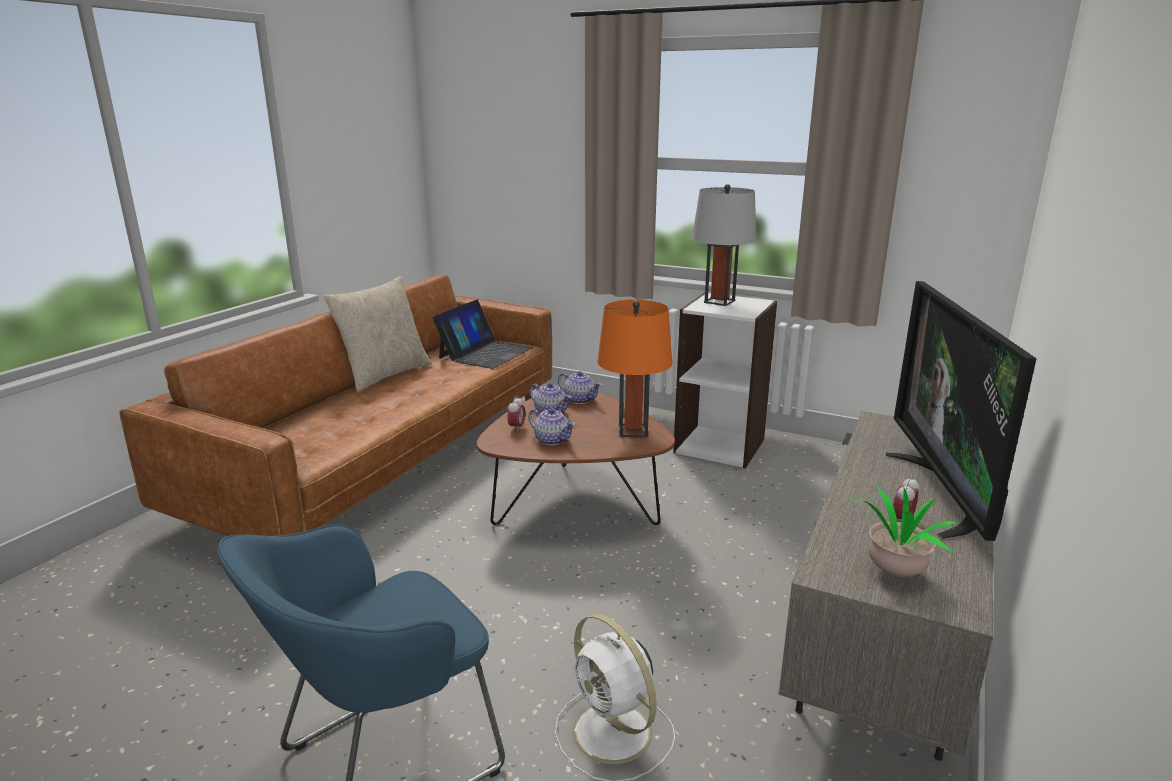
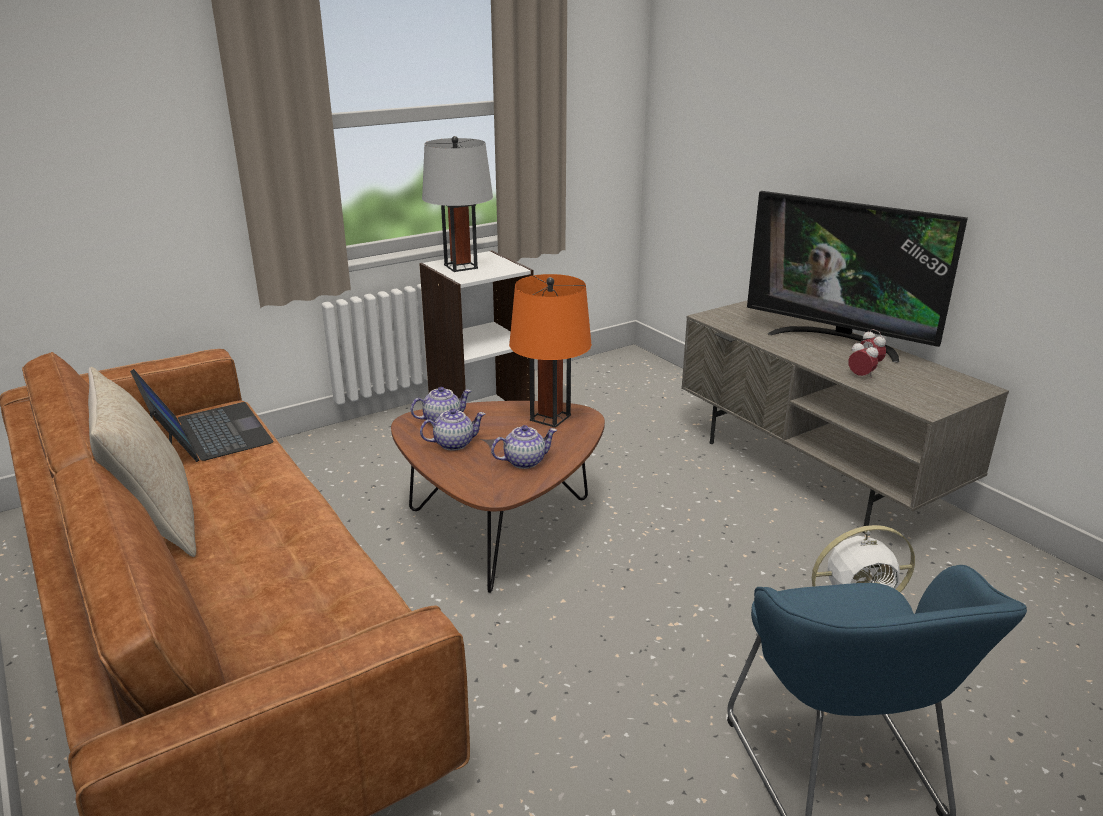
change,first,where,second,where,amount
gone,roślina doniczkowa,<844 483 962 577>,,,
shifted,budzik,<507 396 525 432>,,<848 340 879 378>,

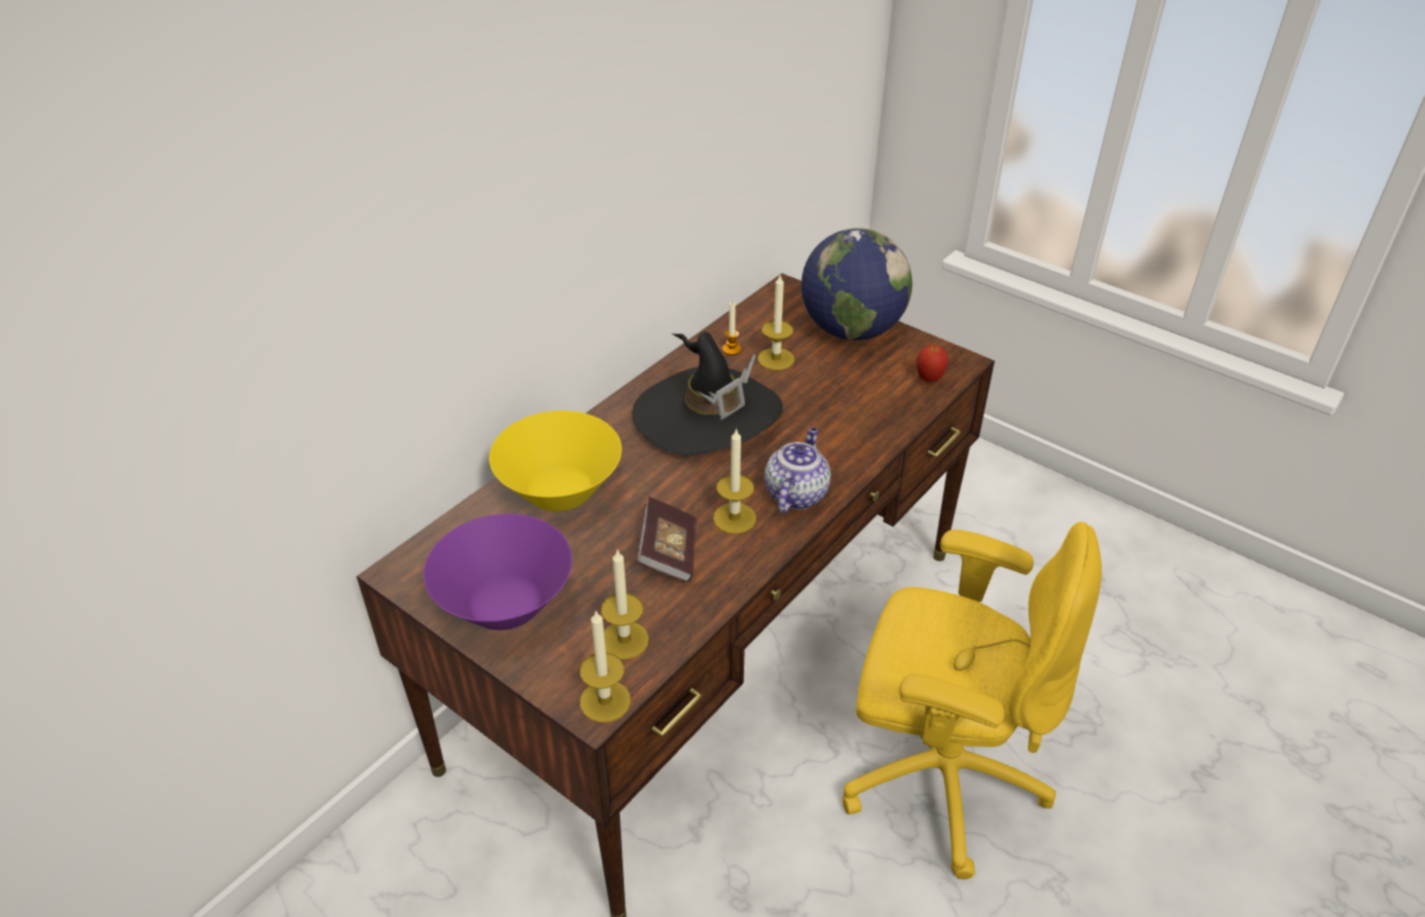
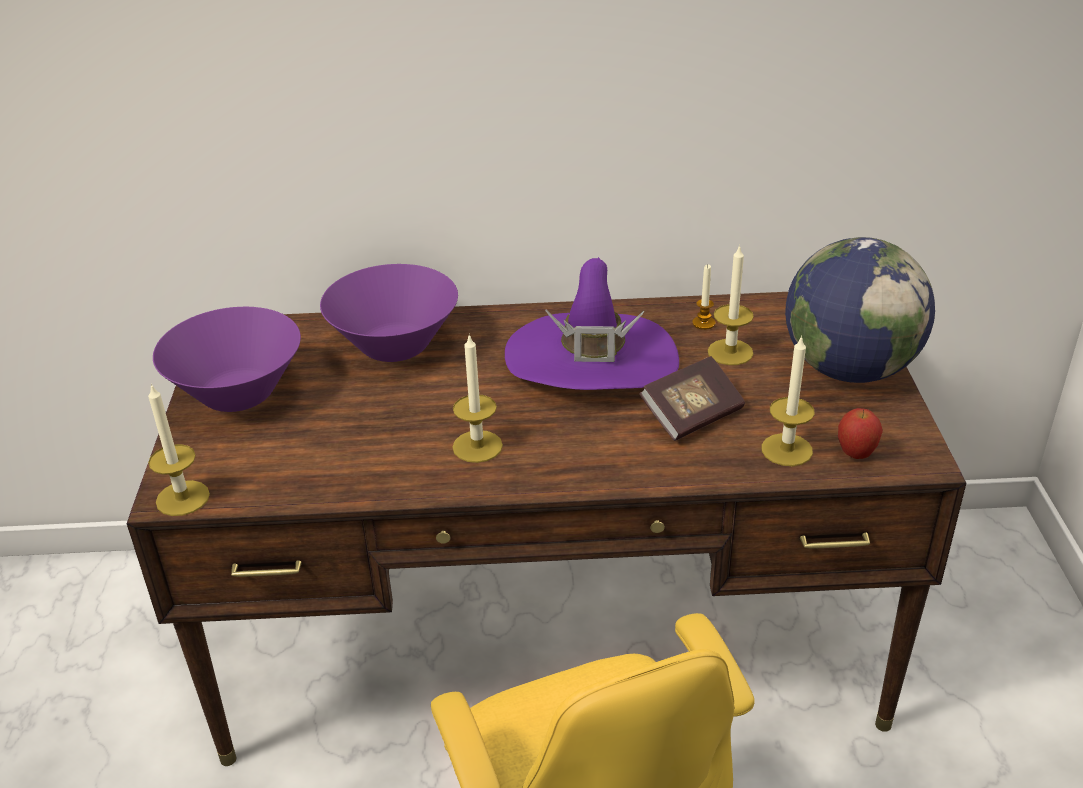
change,first,where,second,where,amount
gone,imbryk,<765 427 831 514>,,,
shifted,świeca,<601 549 649 660>,,<762 335 814 466>,
shifted,książka,<637 497 697 582>,,<639 356 745 441>,
repainted,miska [żółty],<489 410 622 511>,miska [fioletowy],<320 264 458 362>,
repainted,kapelusz [czarny],<633 332 783 456>,kapelusz [fioletowy],<505 257 679 390>,

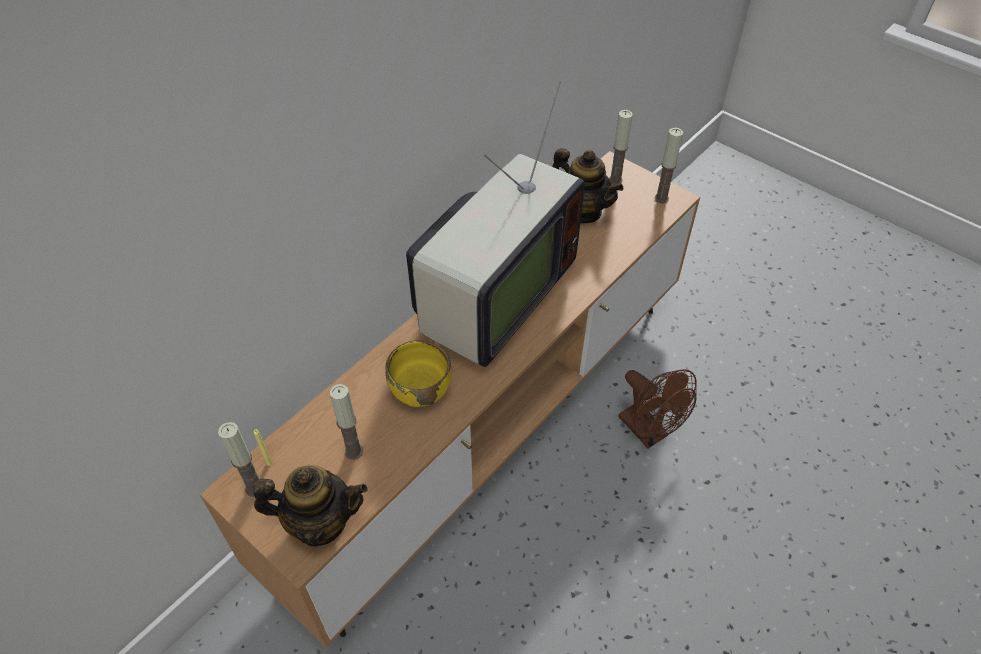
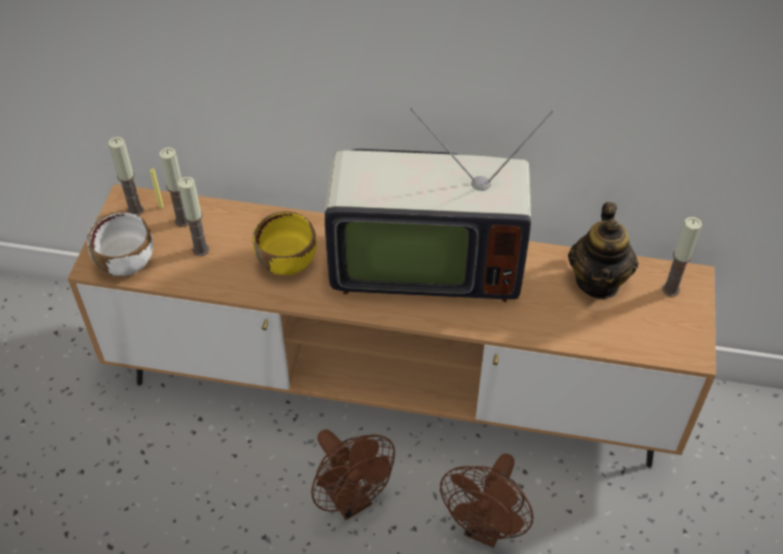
change,first,where,second,where,amount
new,,,wentylator [brązowy],<311 430 395 520>,
shifted,świeca,<655 128 683 203>,,<159 148 189 227>,
swapped,imbryk,<253 465 368 546>,miska [biały],<87 212 153 276>,

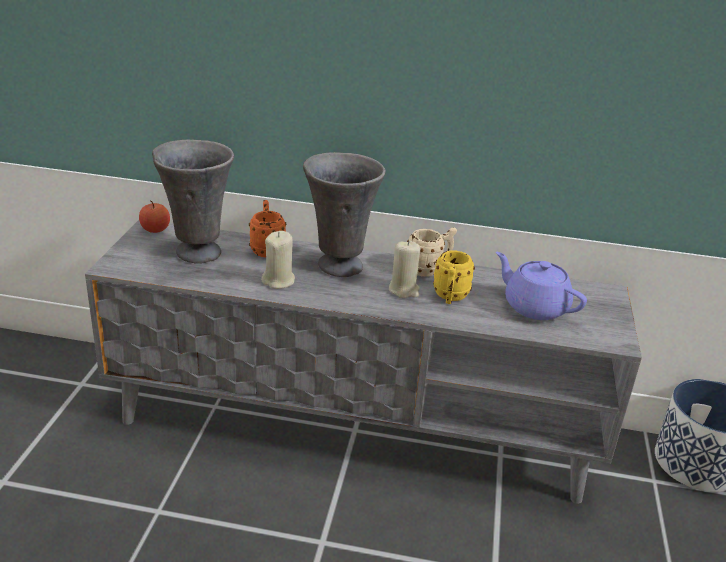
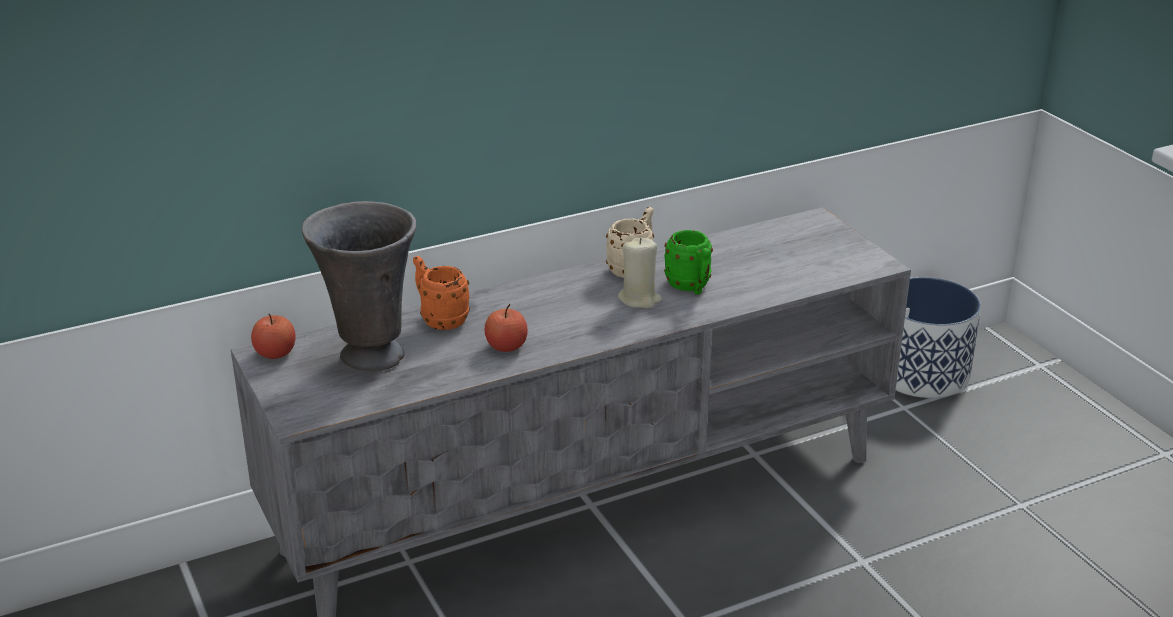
change,first,where,second,where,amount
gone,wazon [szary],<303 152 386 277>,,,
gone,imbryk [fioletowy],<496 252 587 320>,,,
swapped,świeca [beżowy],<261 231 295 289>,jabłko,<485 304 528 352>,
repainted,kubek [żółty],<433 250 475 304>,kubek [zielony],<664 230 713 295>,

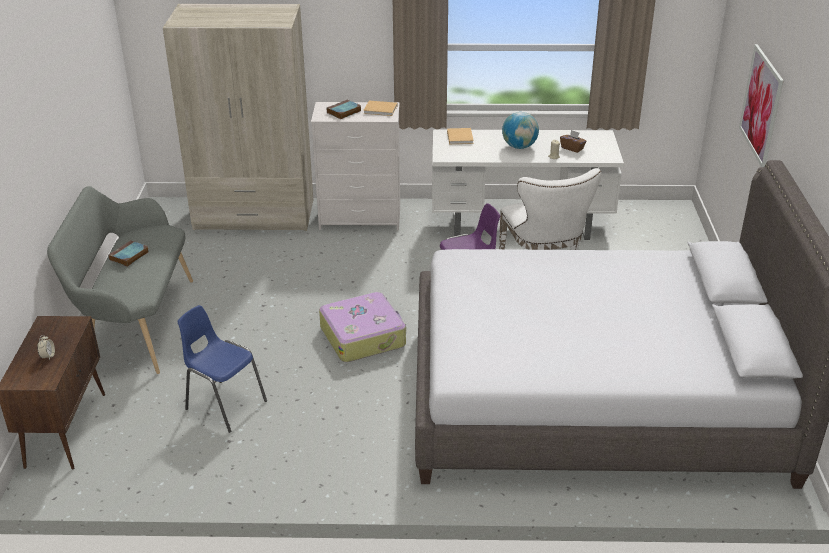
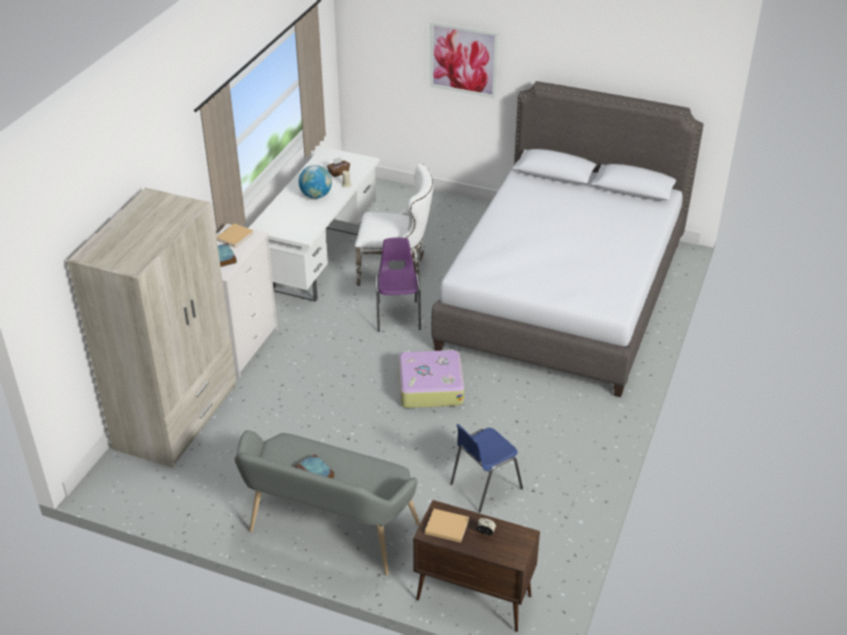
change,first,where,second,where,amount
shifted,książka [beżowy],<447 128 474 144>,,<425 509 469 543>,

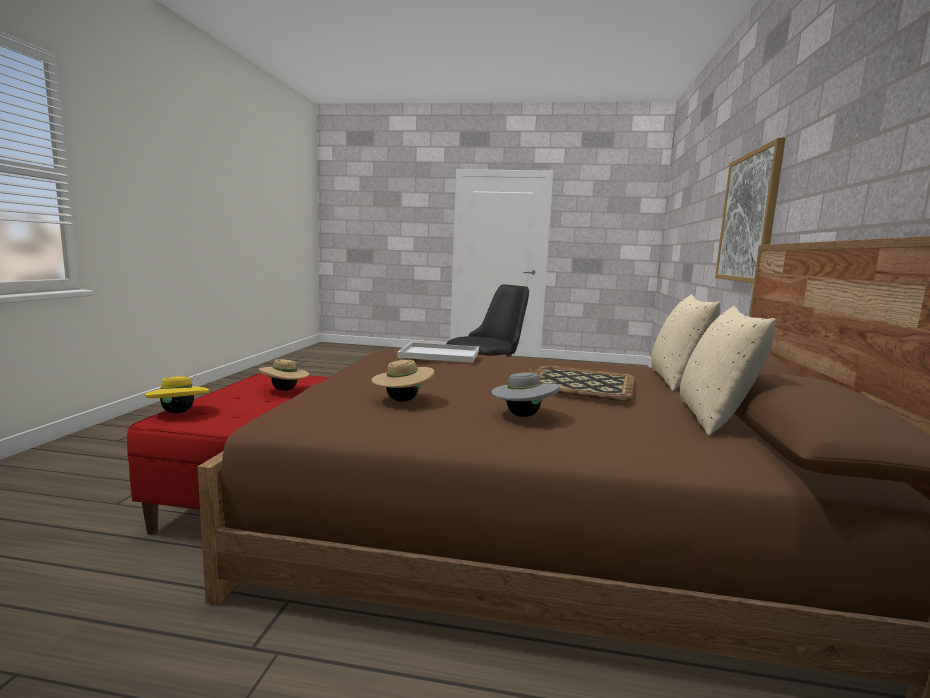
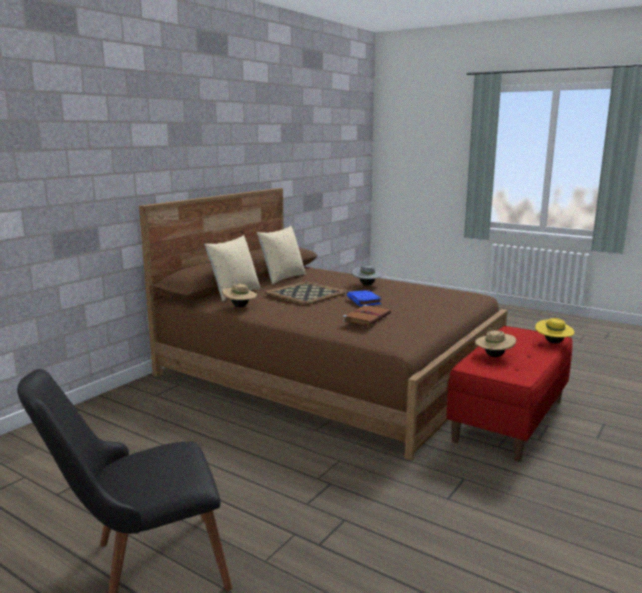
change,first,where,second,where,amount
gone,obraz,<715 138 786 283>,,,
new,,,książka [niebieski],<347 290 382 306>,
shifted,kapelusz [beżowy],<371 357 434 402>,,<222 284 257 307>,
swapped,taca [biały],<397 342 479 363>,książka [brązowy],<343 305 391 326>,

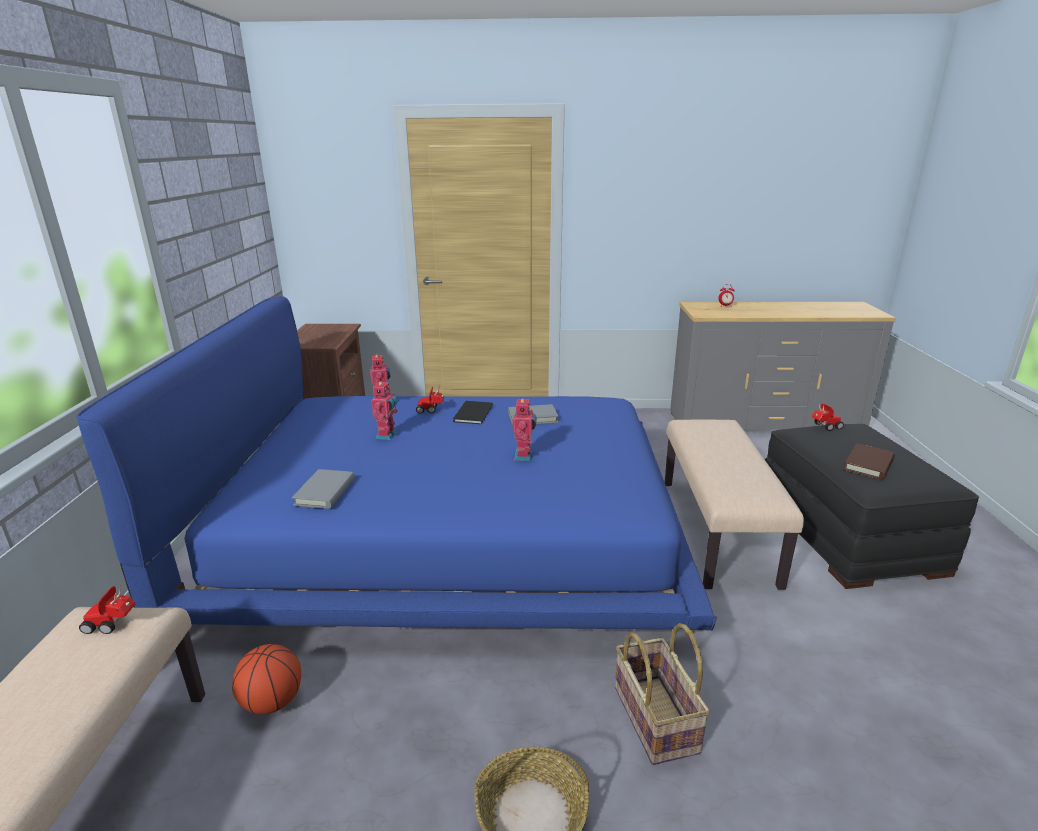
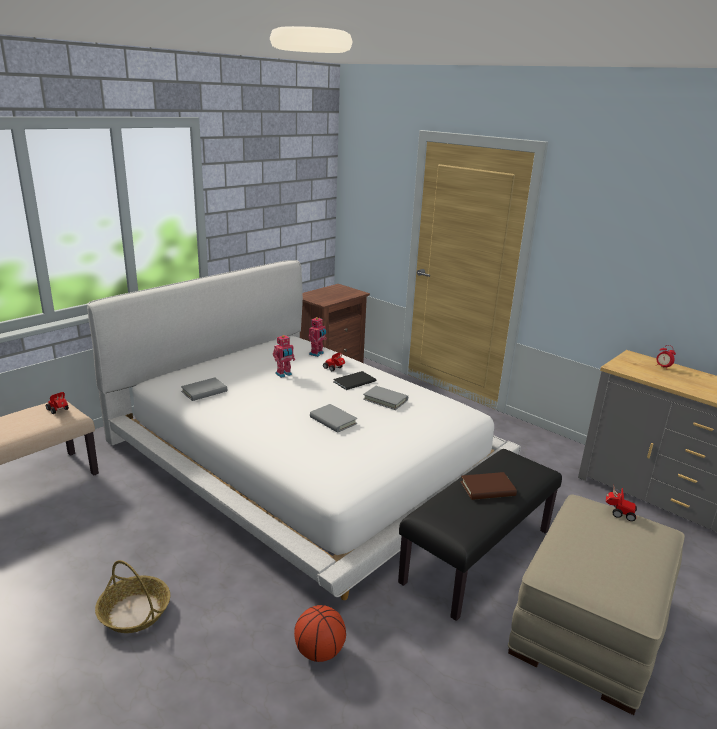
change,first,where,second,where,amount
gone,koszyk,<615 623 710 765>,,,
shifted,piłka do koszykówki,<232 644 301 714>,,<294 605 346 662>,
shifted,książka [brązowy],<843 443 895 480>,,<461 472 517 500>,
swapped,robot zabawkowy,<513 397 537 461>,książka [szary],<310 404 358 433>,
repainted,łóżko [niebieski],<76 296 716 636>,łóżko [biały],<87 260 521 600>,
repainted,ławka [beżowy],<665 420 804 590>,ławka [czarny],<398 449 562 621>,
repainted,pufa [czarny],<765 424 979 589>,pufa [beżowy],<508 495 685 715>,

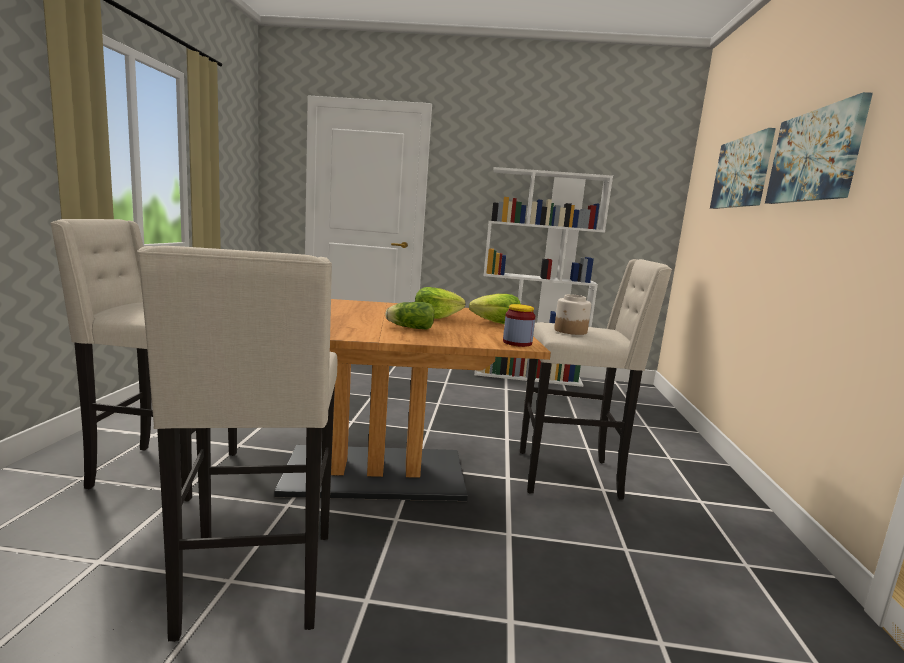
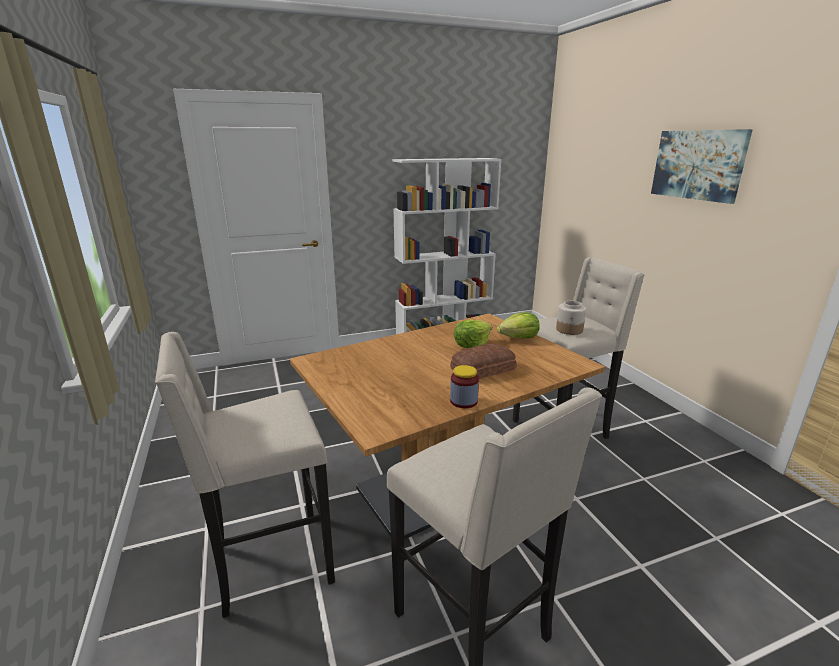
change,first,where,second,where,amount
gone,obraz,<710 128 776 209>,,,
shifted,słoik,<503 304 535 347>,,<450 365 479 408>,
swapped,sałata,<385 302 435 330>,chleb,<450 344 517 379>,

